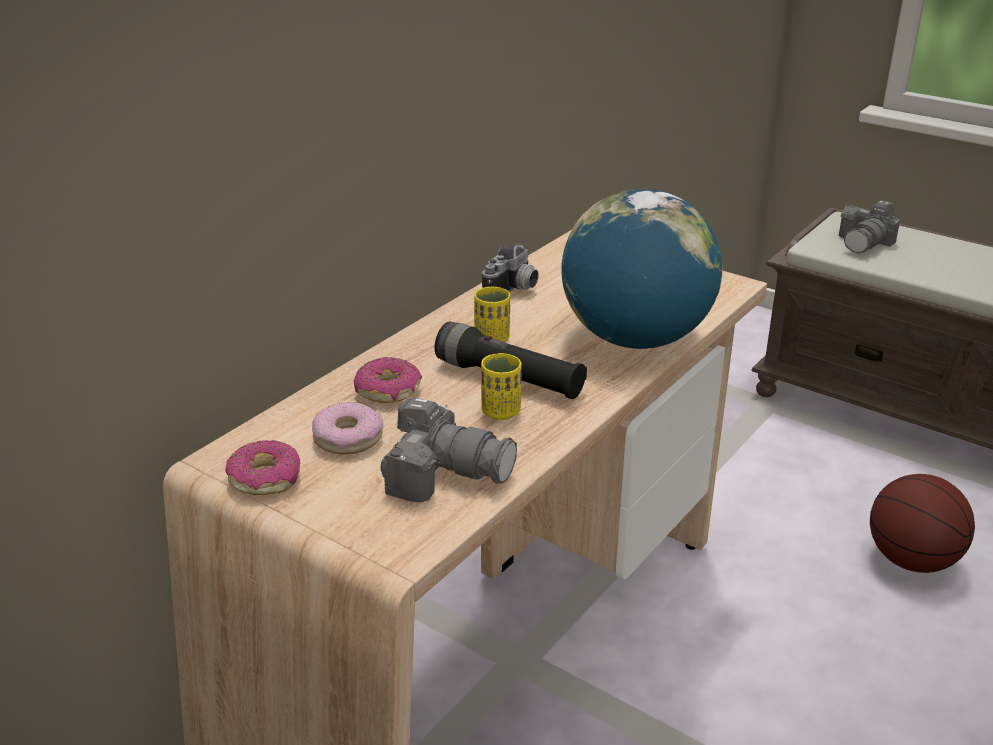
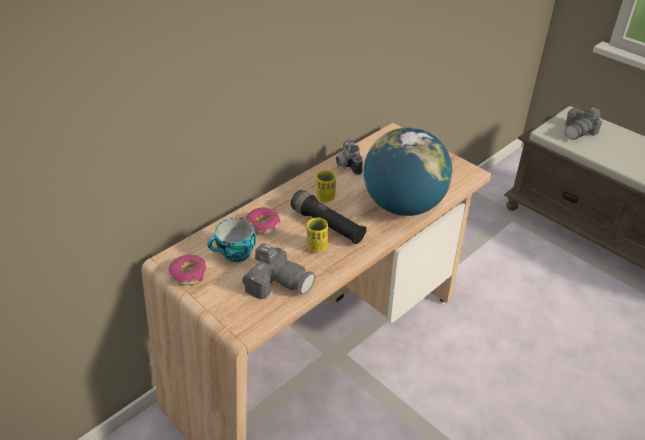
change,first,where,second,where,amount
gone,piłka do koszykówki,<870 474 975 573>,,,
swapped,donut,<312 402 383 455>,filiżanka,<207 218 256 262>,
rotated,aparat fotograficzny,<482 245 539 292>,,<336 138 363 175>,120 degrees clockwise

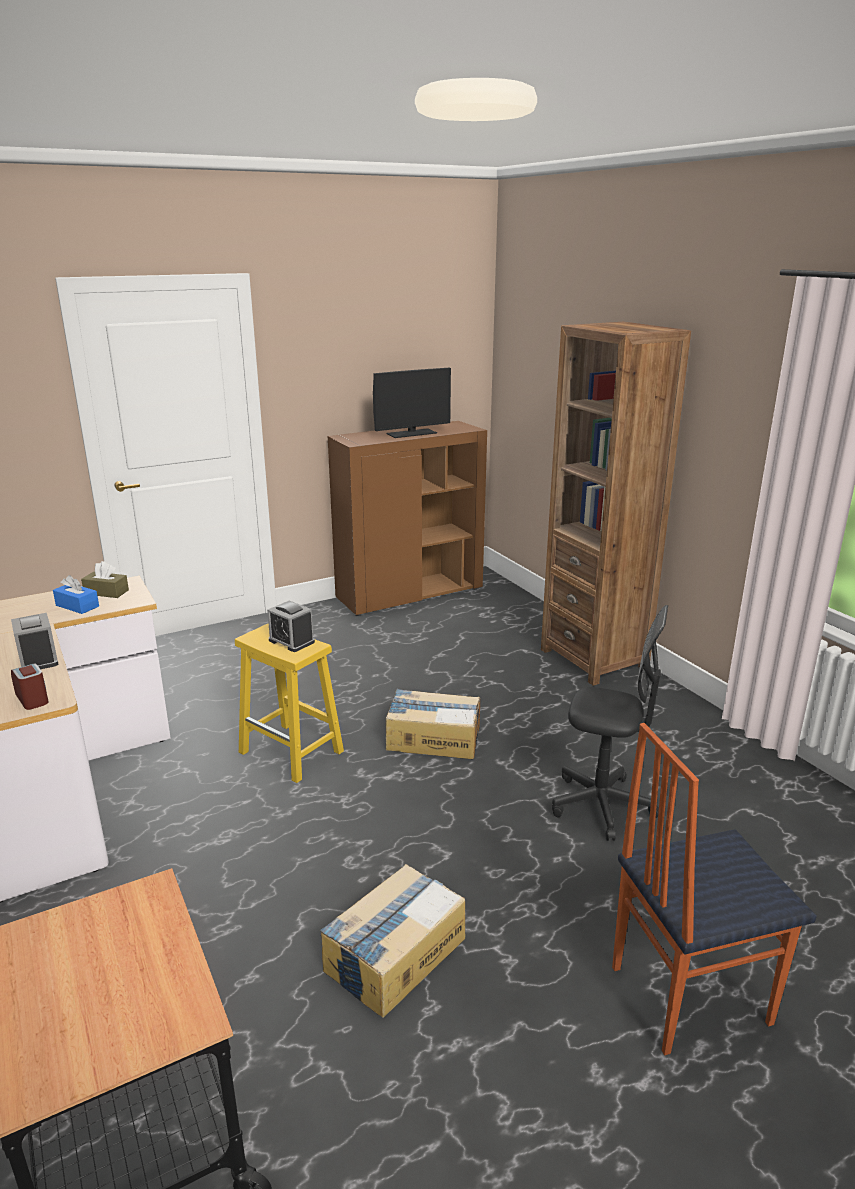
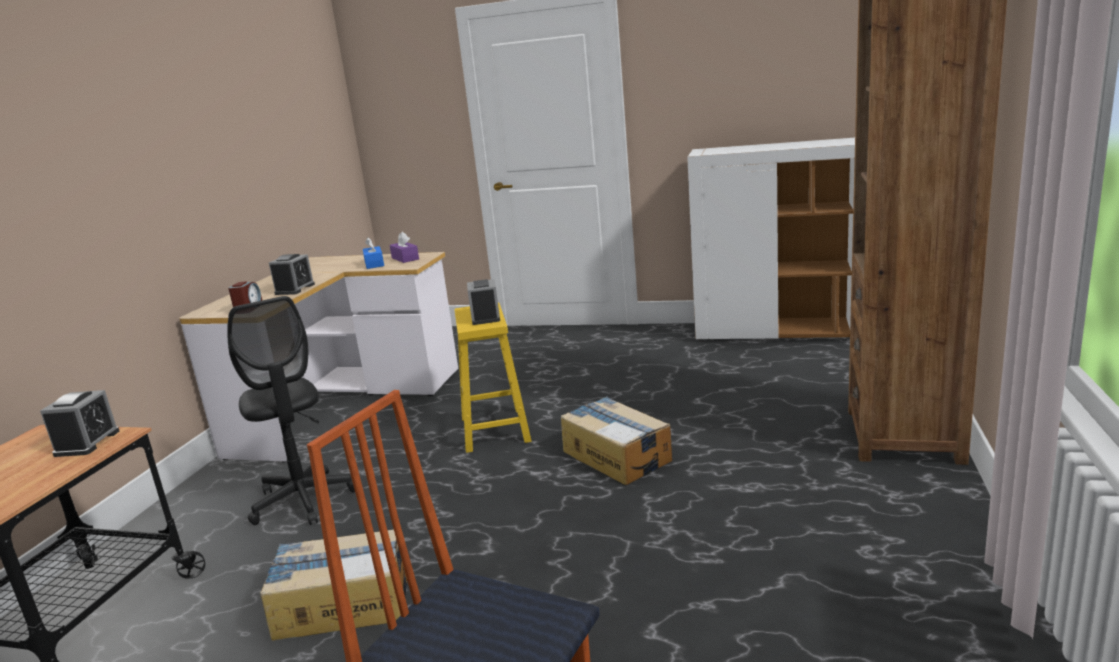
change,first,where,second,where,amount
gone,monitor,<373 368 451 438>,,,
new,,,budzik,<40 390 119 457>,
shifted,krzesło biurowe [czarny],<552 605 668 841>,,<227 296 355 525>,
repainted,pudełko chusteczek [brązowy],<81 561 129 598>,pudełko chusteczek [fioletowy],<390 232 419 263>,
repainted,szafka [brązowy],<328 421 487 616>,szafka [biały],<687 138 855 341>,

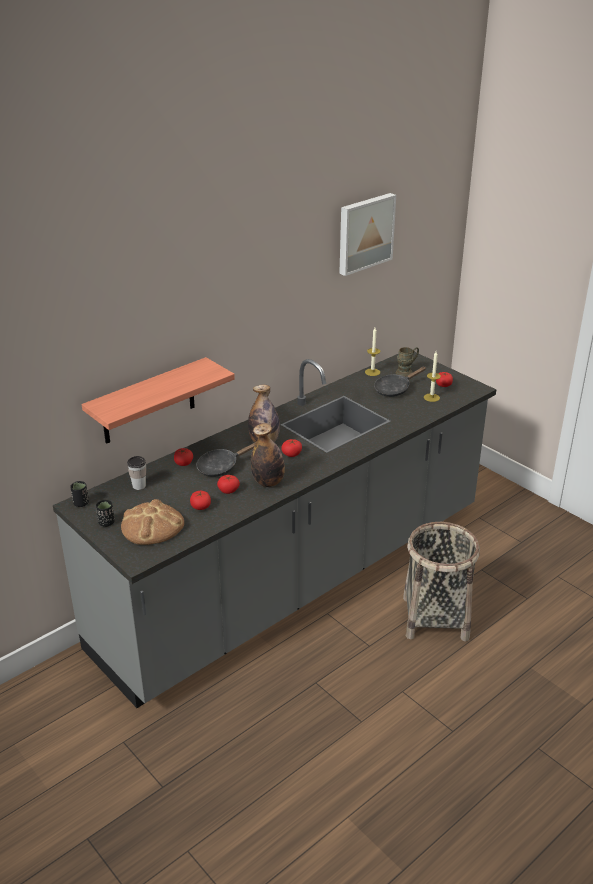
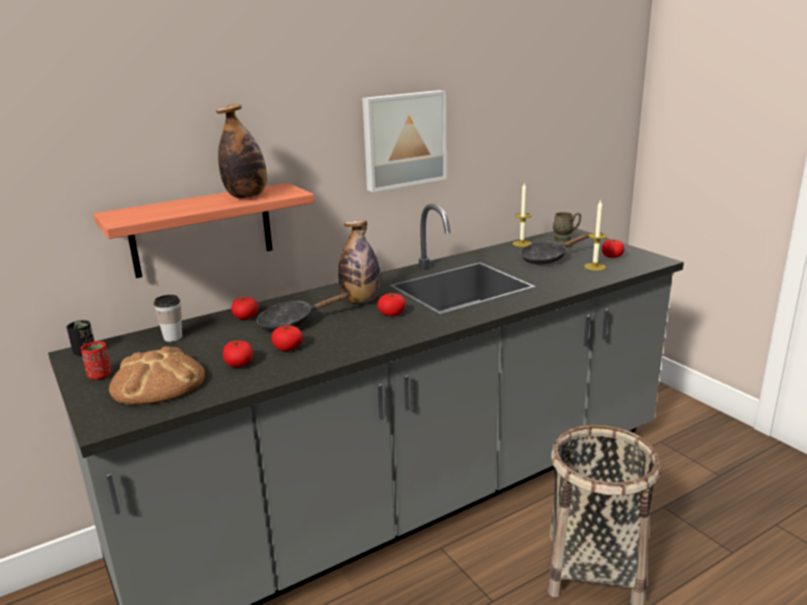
change,first,where,second,where,amount
shifted,butelka,<251 423 285 487>,,<216 104 267 199>,
shifted,obraz,<339 193 396 276>,,<362 90 447 192>,
repainted,filiżanka [czarny],<96 500 114 527>,filiżanka [czerwony],<81 341 111 380>,

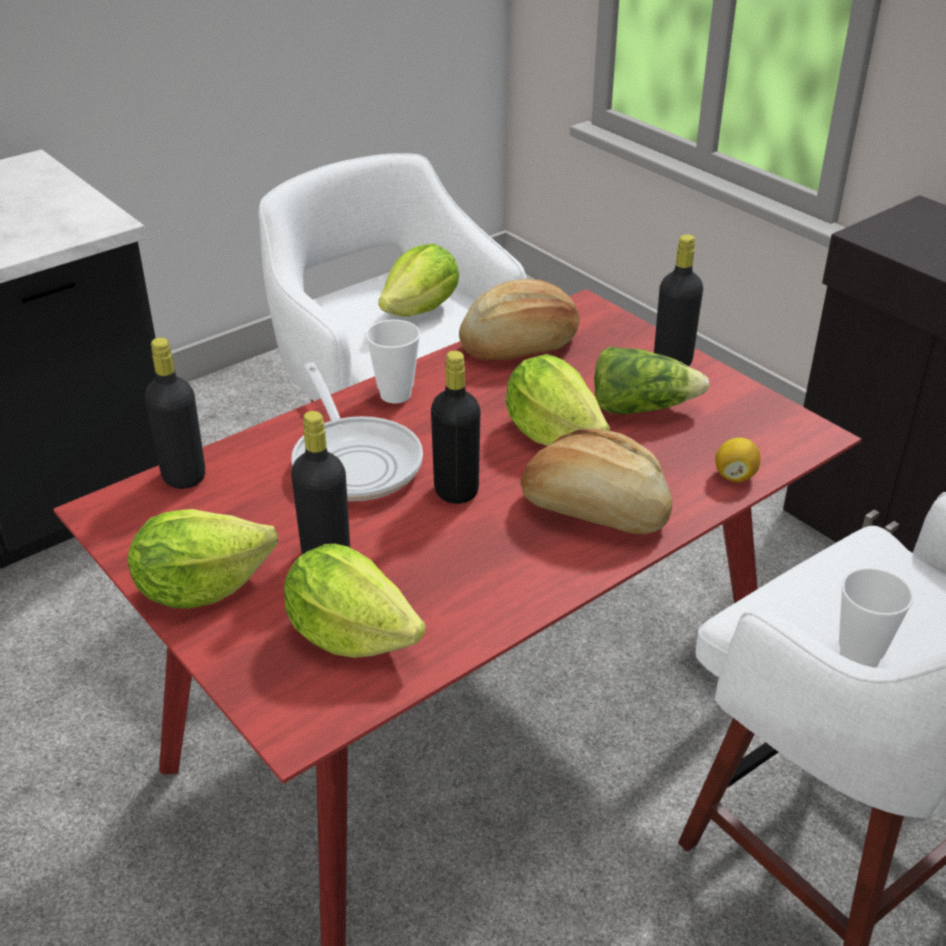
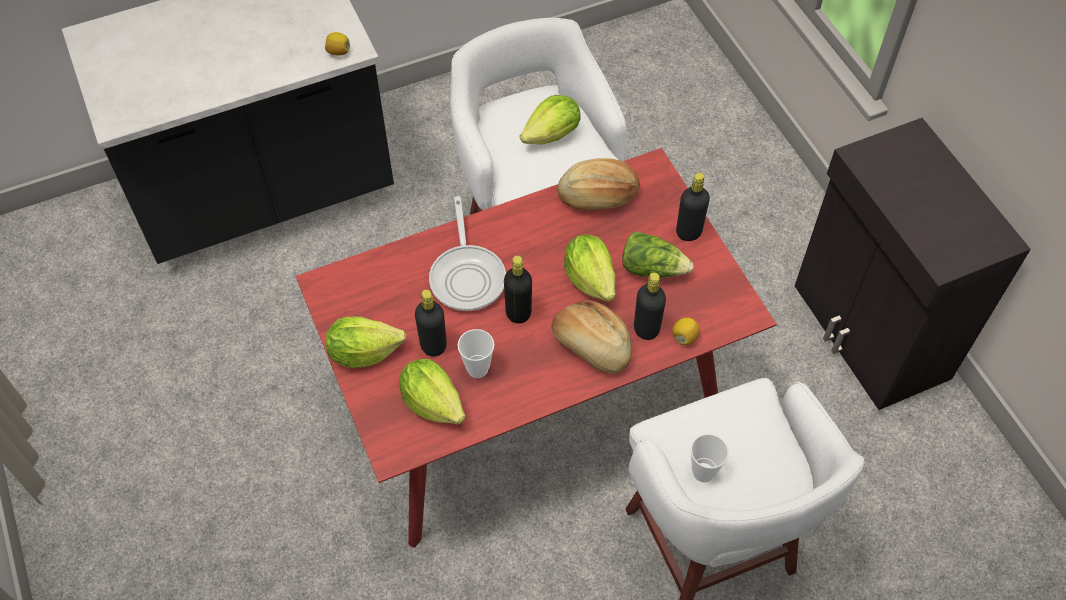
change,first,where,second,where,amount
new,,,cytryna,<325 32 350 55>,
shifted,butelka [czarny],<145 337 205 489>,,<634 272 666 340>,
shifted,filiżanka,<365 320 420 404>,,<457 329 494 378>,

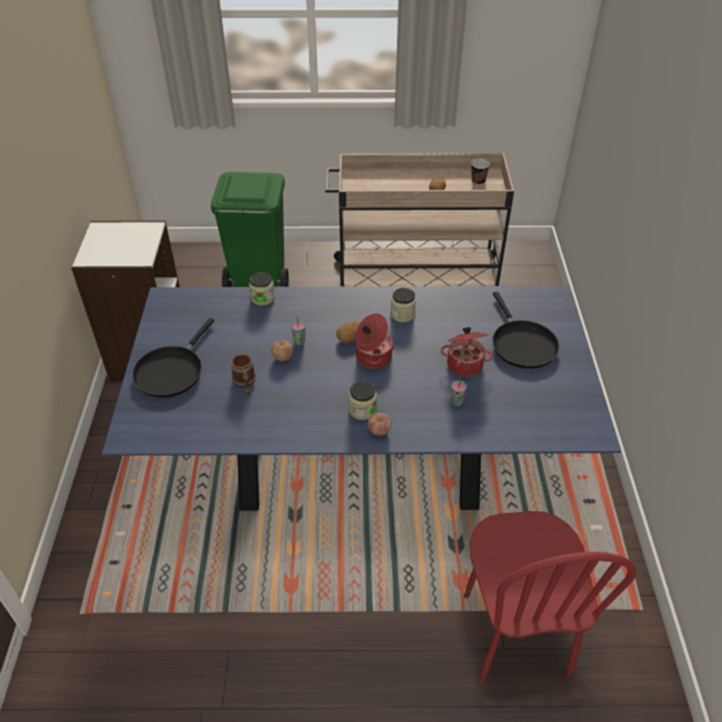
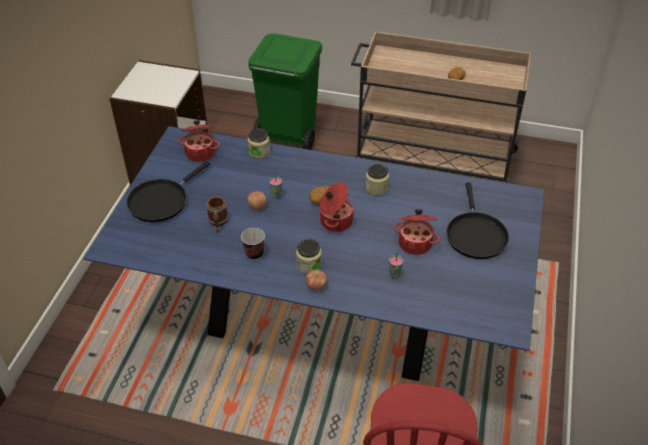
change,first,where,second,where,amount
new,,,garnek,<179 120 220 162>,
shifted,filiżanka,<471 159 490 185>,,<241 228 265 260>,

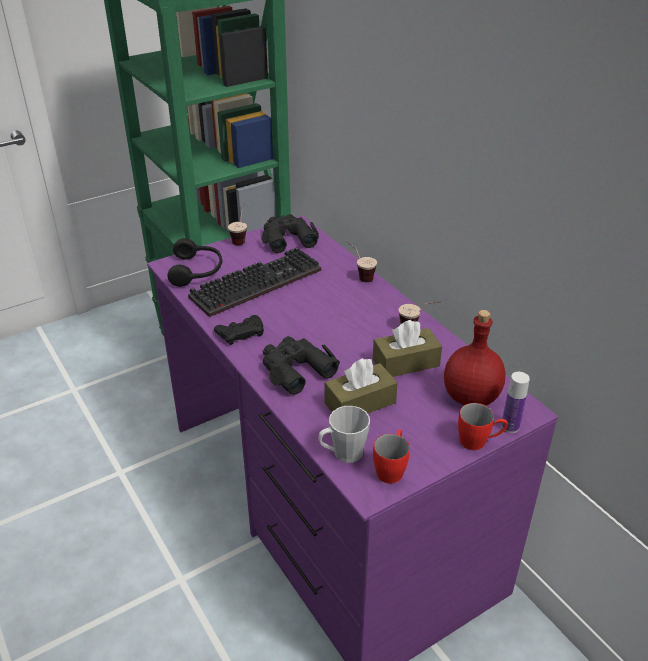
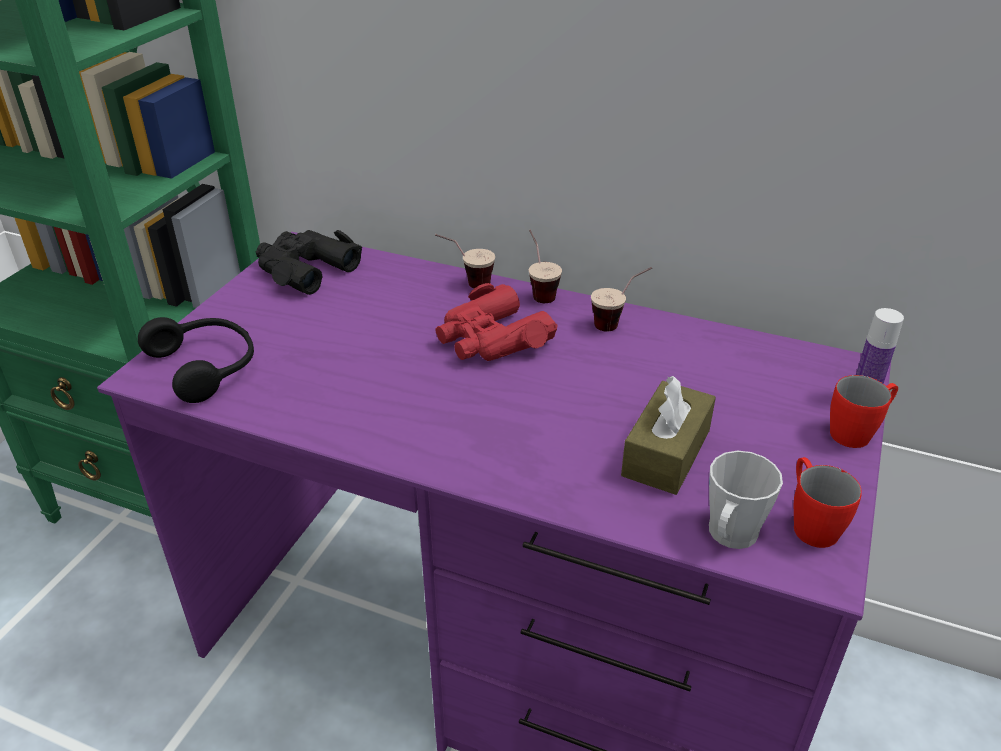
change,first,where,second,where,amount
gone,klawiatura,<188 247 321 317>,,,
gone,pad do gier [czarny],<214 315 264 345>,,,
gone,lornetka [czarny],<263 336 340 395>,,,
gone,pudełko chusteczek [brązowy],<373 320 442 377>,,,
gone,butelka [czerwony],<444 310 506 405>,,,
new,,,lornetka [czerwony],<435 283 558 361>,
shifted,filiżanka,<228 203 247 245>,,<529 230 562 303>,

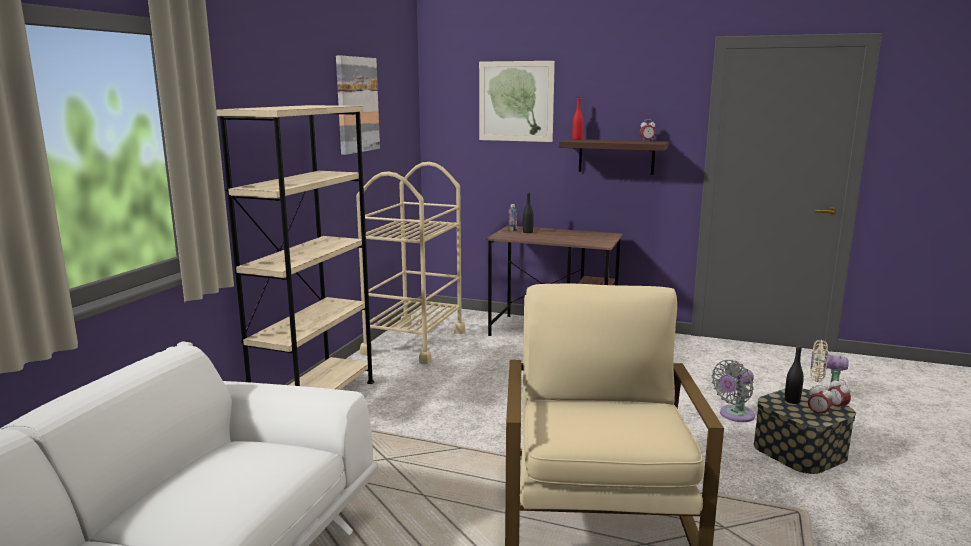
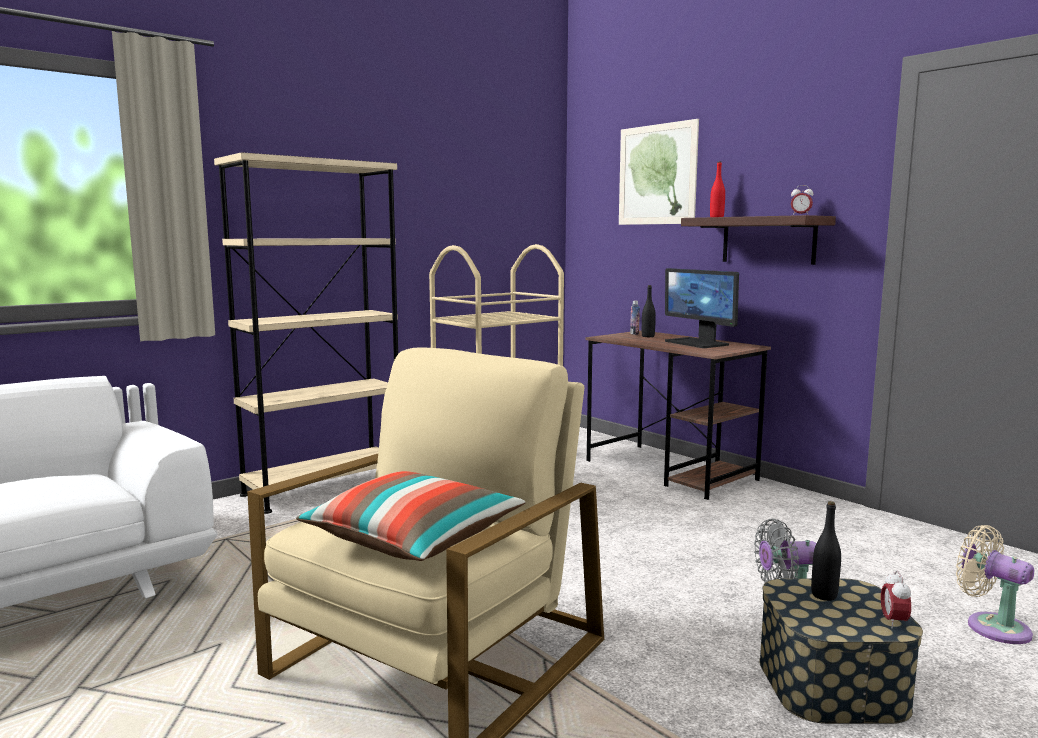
change,first,where,second,where,amount
gone,obraz,<336 56 380 155>,,,
gone,budzik,<808 385 833 417>,,,
new,,,poduszka,<296 471 526 561>,
new,,,monitor,<665 268 739 348>,

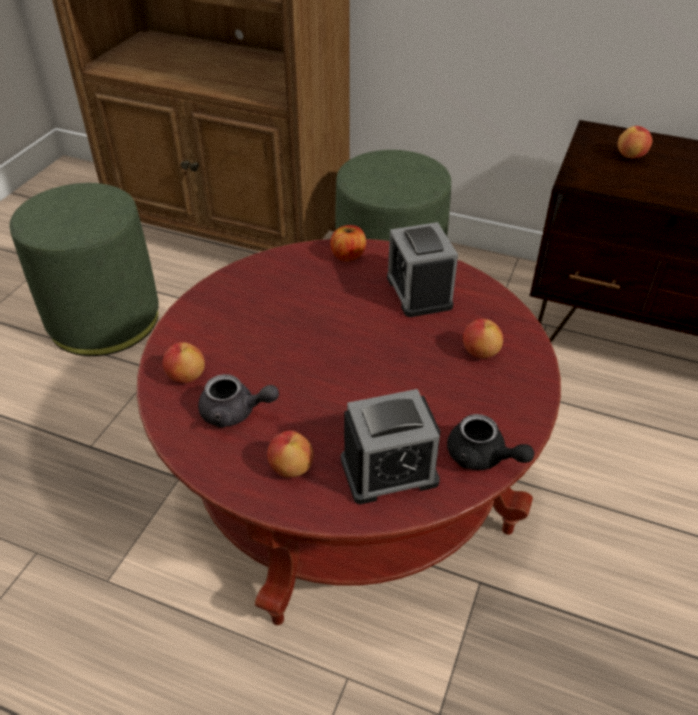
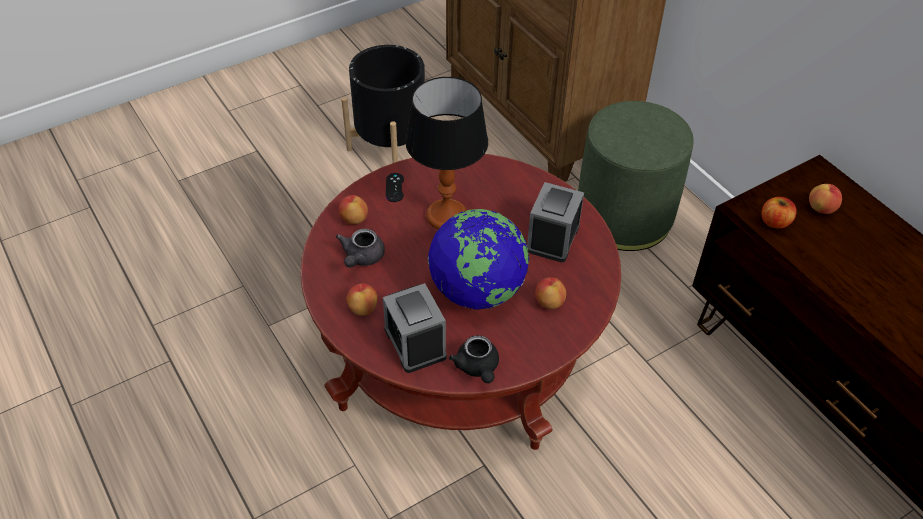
change,first,where,second,where,amount
new,,,pad do gier [czarny],<386 173 404 202>,
new,,,lampa stołowa,<405 77 488 230>,
new,,,globus,<428 209 529 310>,
shifted,jabłko,<330 225 366 261>,,<762 197 797 229>,
swapped,pufa [zielony],<10 183 159 356>,donica [czarny],<341 45 435 163>,
rotated,imbryk [szary],<198 374 279 428>,,<336 229 385 267>,60 degrees clockwise
rotated,budzik,<341 389 440 504>,,<383 283 447 373>,45 degrees clockwise

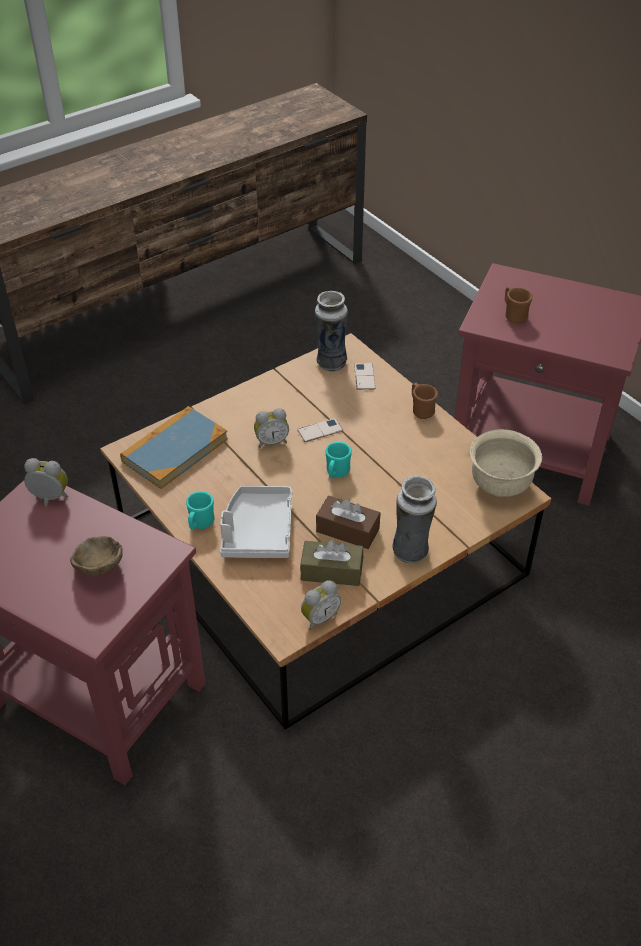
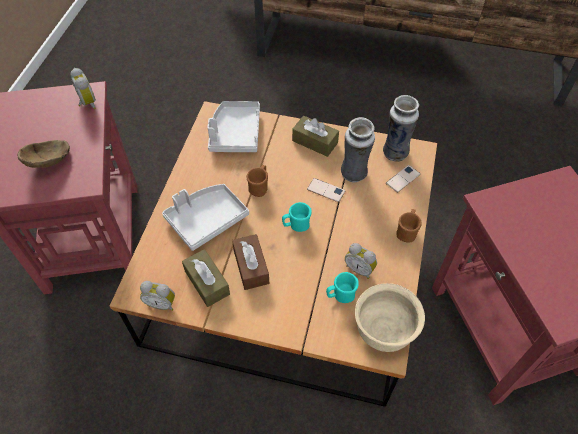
change,first,where,second,where,amount
new,,,pudełko chusteczek [brązowy],<292 116 339 157>,
shifted,kubek [turkusowy],<186 491 215 530>,,<326 272 358 303>,
shifted,budzik,<254 408 289 448>,,<345 243 377 279>,
shifted,wazon,<392 476 437 564>,,<341 117 375 183>,
shifted,kubek [brązowy],<505 286 533 323>,,<246 165 268 197>,
swapped,książka,<120 406 228 489>,taca [szary],<207 101 260 152>,

